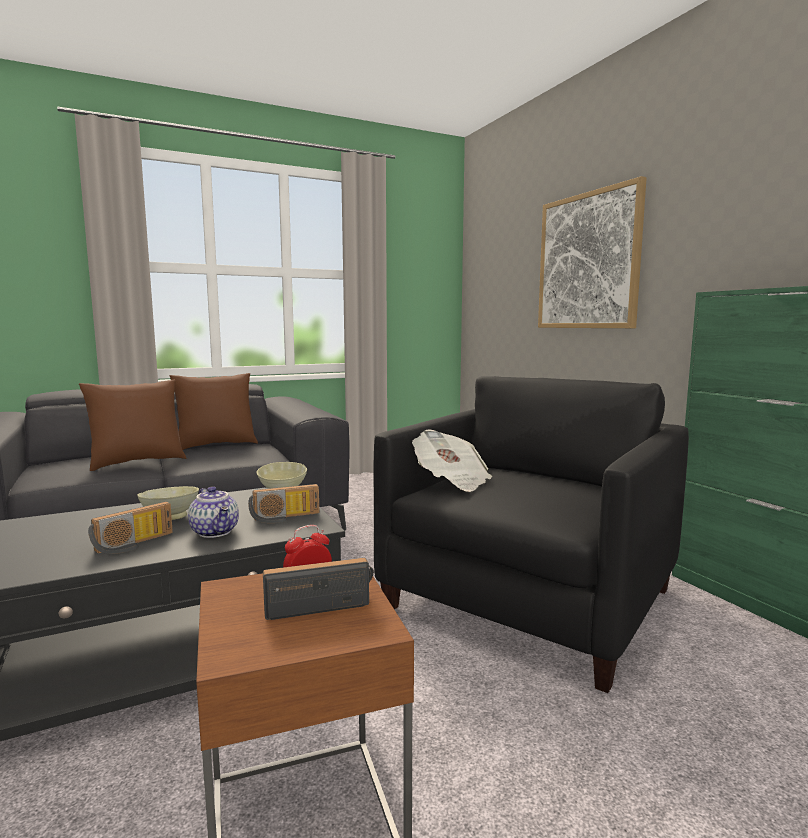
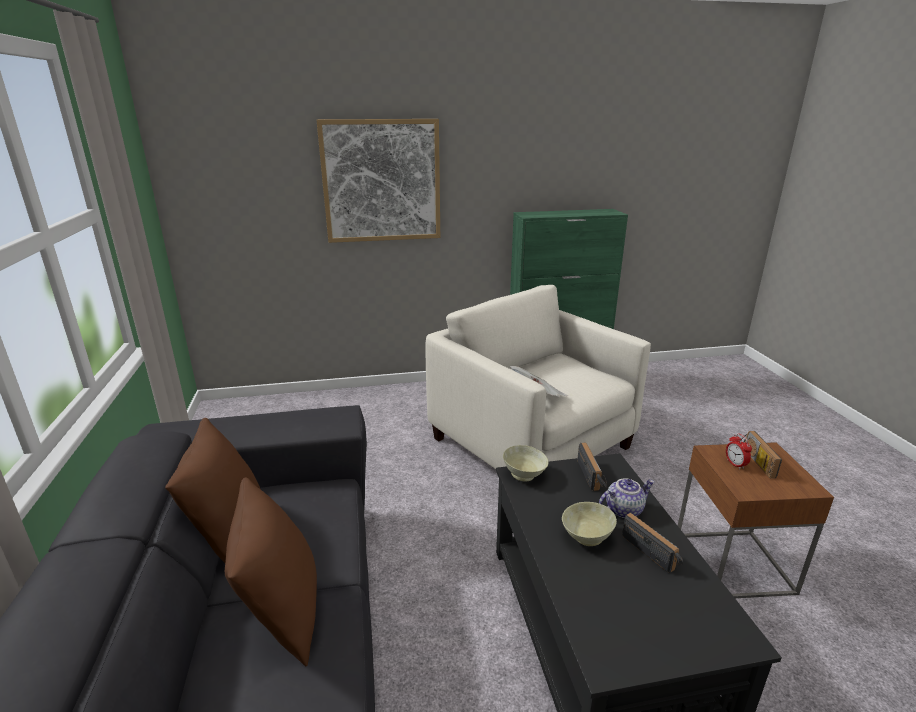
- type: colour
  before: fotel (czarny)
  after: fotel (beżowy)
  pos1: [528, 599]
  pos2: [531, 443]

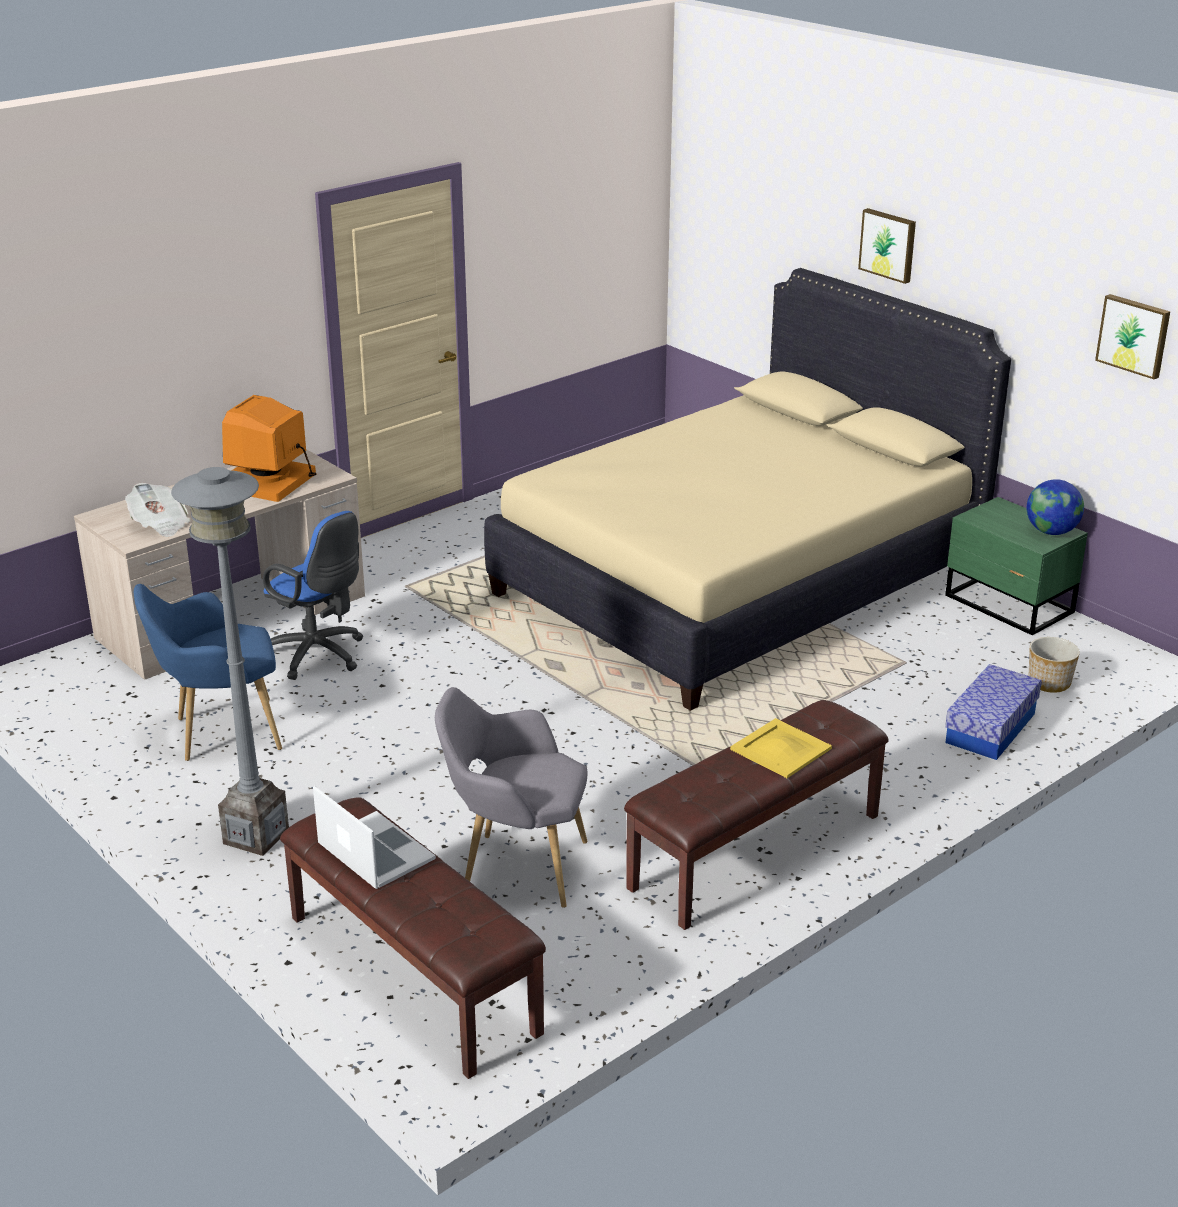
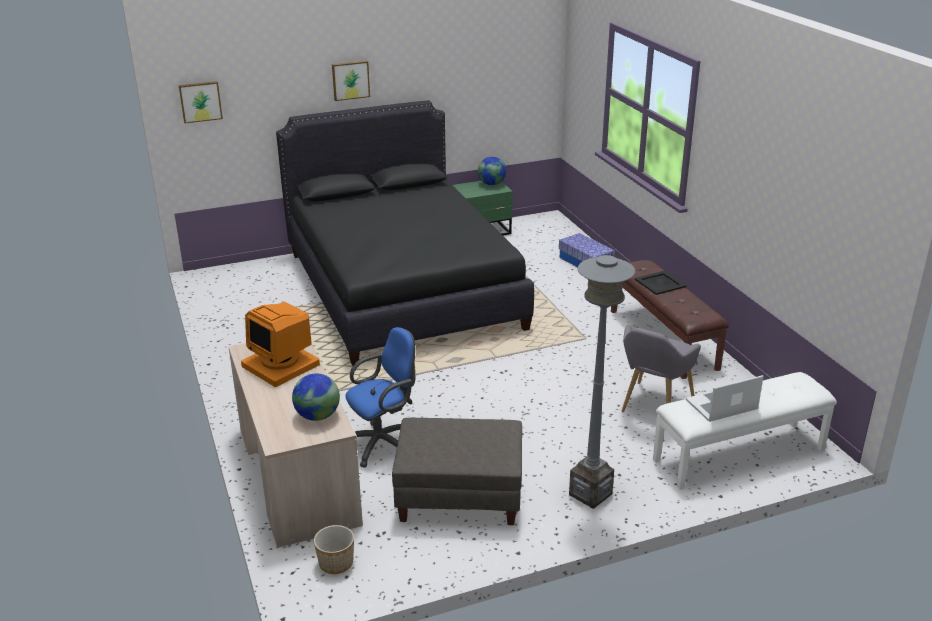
- type: relocated
  before: obraz
  pos1: [1134, 335]
  pos2: [200, 101]
- type: colour
  before: łóżko (beżowy)
  after: łóżko (czarny)
  pos1: [736, 582]
  pos2: [402, 290]
- type: exchanged
  before: gazeta
  after: globus
  pos1: [160, 524]
  pos2: [317, 416]
- type: relocated
  before: donica
  pos1: [1050, 683]
  pos2: [336, 563]
- type: exchanged
  before: fotel (niebieski)
  after: pufa (szary)
  pos1: [220, 733]
  pos2: [459, 496]
- type: colour
  before: taca (żółty)
  after: taca (czarny)
  pos1: [782, 749]
  pos2: [660, 283]
- type: colour
  before: ławka (brązowy)
  after: ławka (biały)
  pos1: [410, 974]
  pos2: [739, 455]

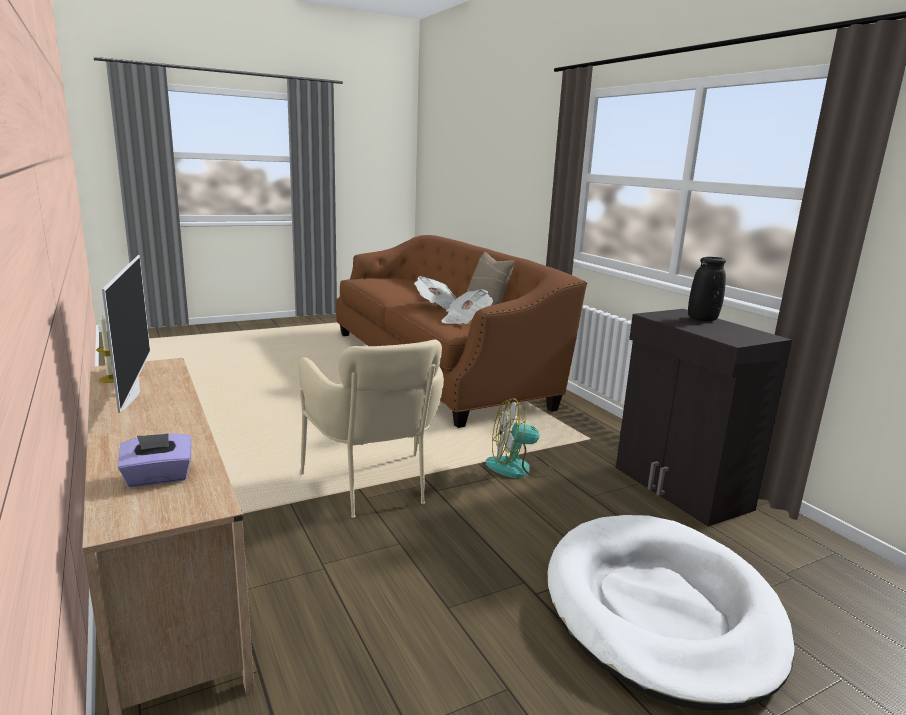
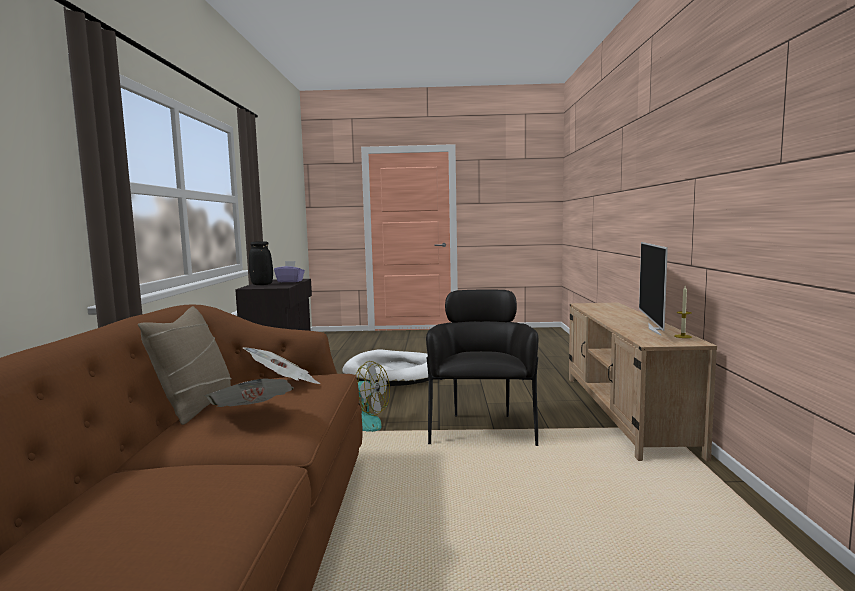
- type: relocated
  before: pudełko chusteczek (fioletowy)
  pos1: [158, 478]
  pos2: [290, 281]
- type: colour
  before: fotel (beżowy)
  after: fotel (czarny)
  pos1: [375, 489]
  pos2: [482, 428]

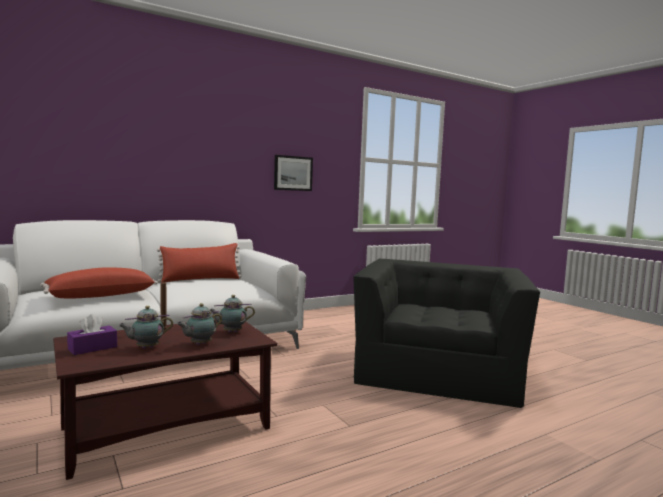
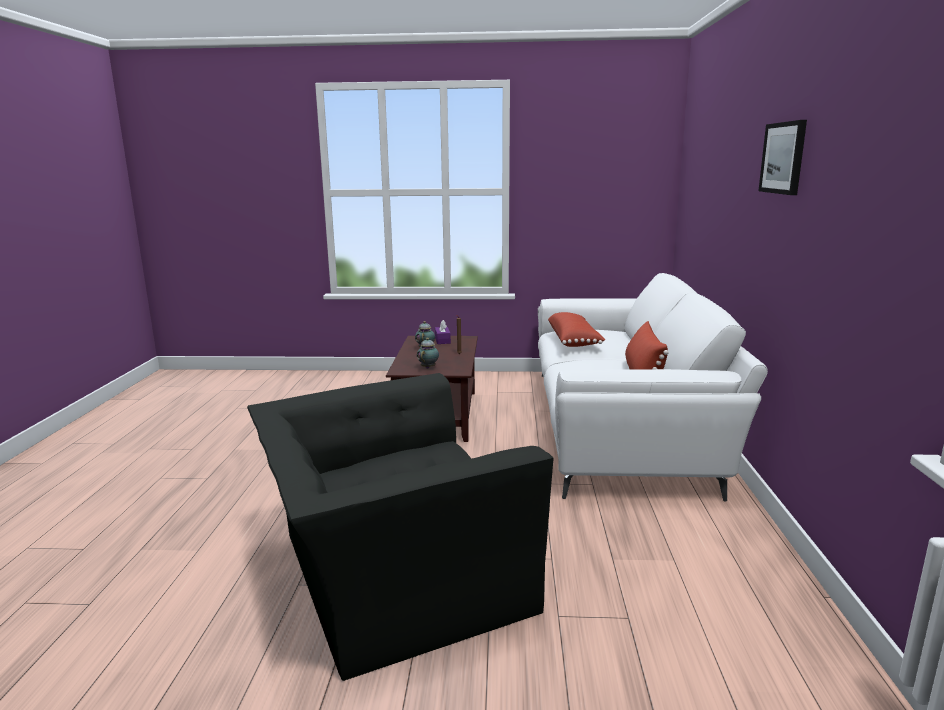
- type: spun
  before: fotel (czarny)
  pos1: [438, 368]
  pos2: [391, 574]
  turn: 105
- type: relocated
  before: obraz
  pos1: [293, 173]
  pos2: [783, 158]
- type: missing
  before: imbryk
  pos1: [199, 344]

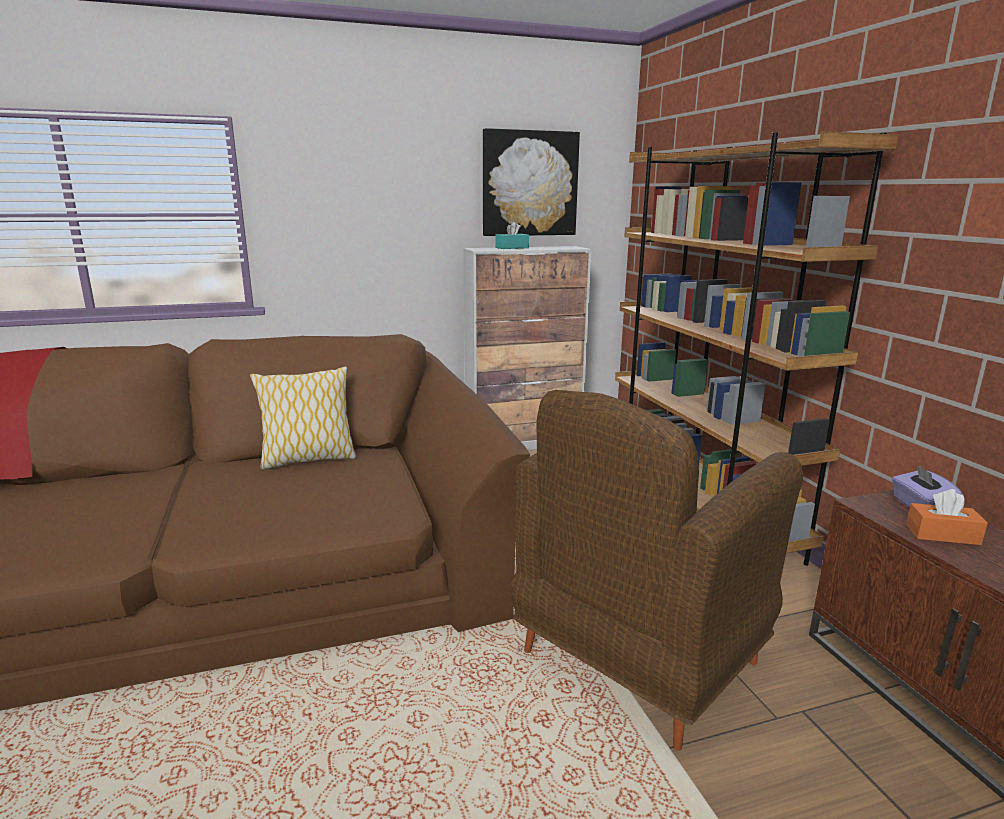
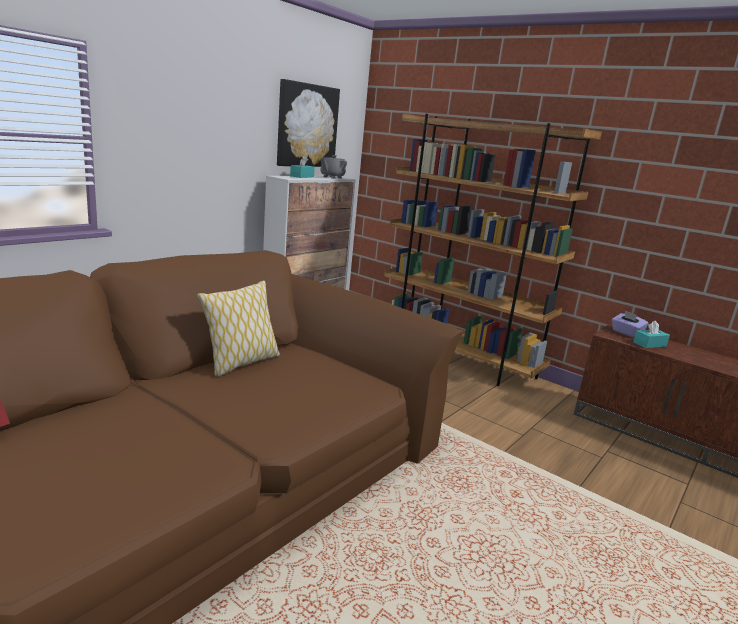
- type: appeared
  after: imbryk (szary)
  pos2: [332, 177]
- type: colour
  before: pudełko chusteczek (pomarańczowy)
  after: pudełko chusteczek (turkusowy)
  pos1: [942, 534]
  pos2: [649, 344]
- type: missing
  before: fotel (brązowy)
  pos1: [636, 660]

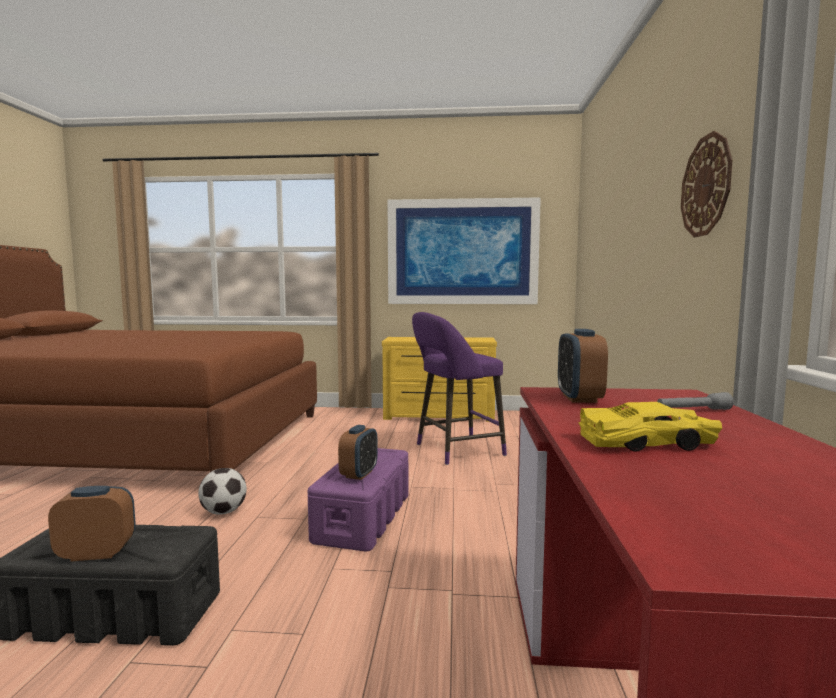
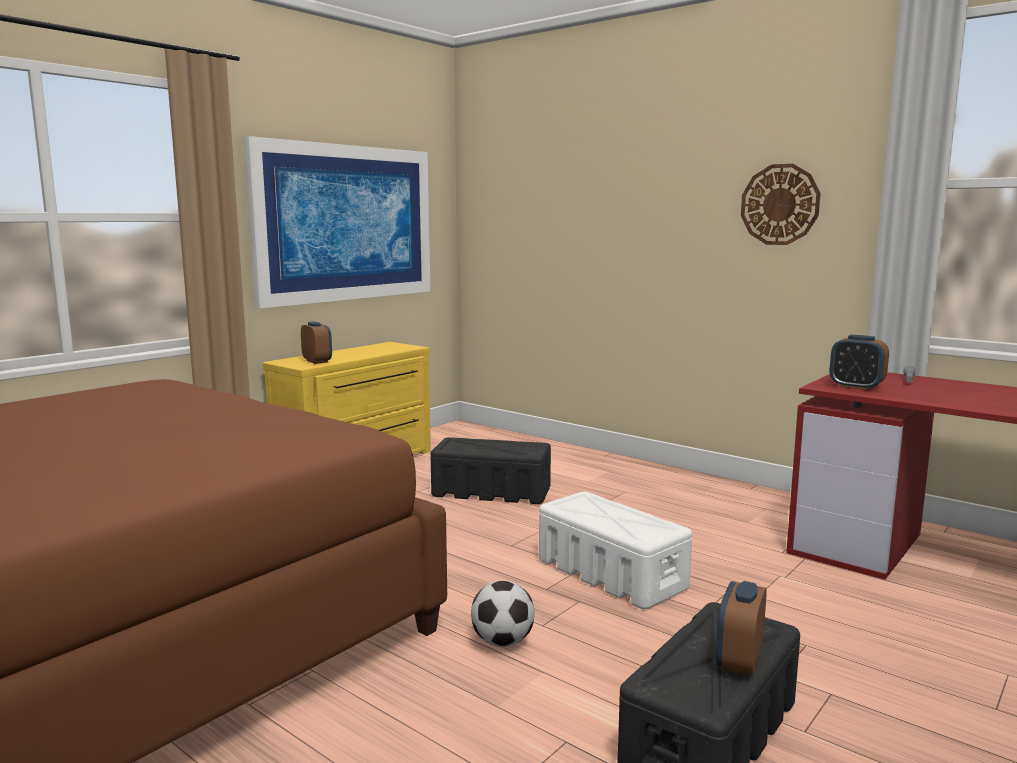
- type: relocated
  before: budzik
  pos1: [359, 474]
  pos2: [317, 361]
- type: exchanged
  before: stołek (fioletowy)
  after: pojemnik do przechowywania (czarny)
  pos1: [455, 451]
  pos2: [490, 491]
- type: colour
  before: pojemnik do przechowywania (fioletowy)
  after: pojemnik do przechowywania (biały)
  pos1: [363, 517]
  pos2: [610, 573]
- type: missing
  before: samochodzik (żółty)
  pos1: [647, 443]

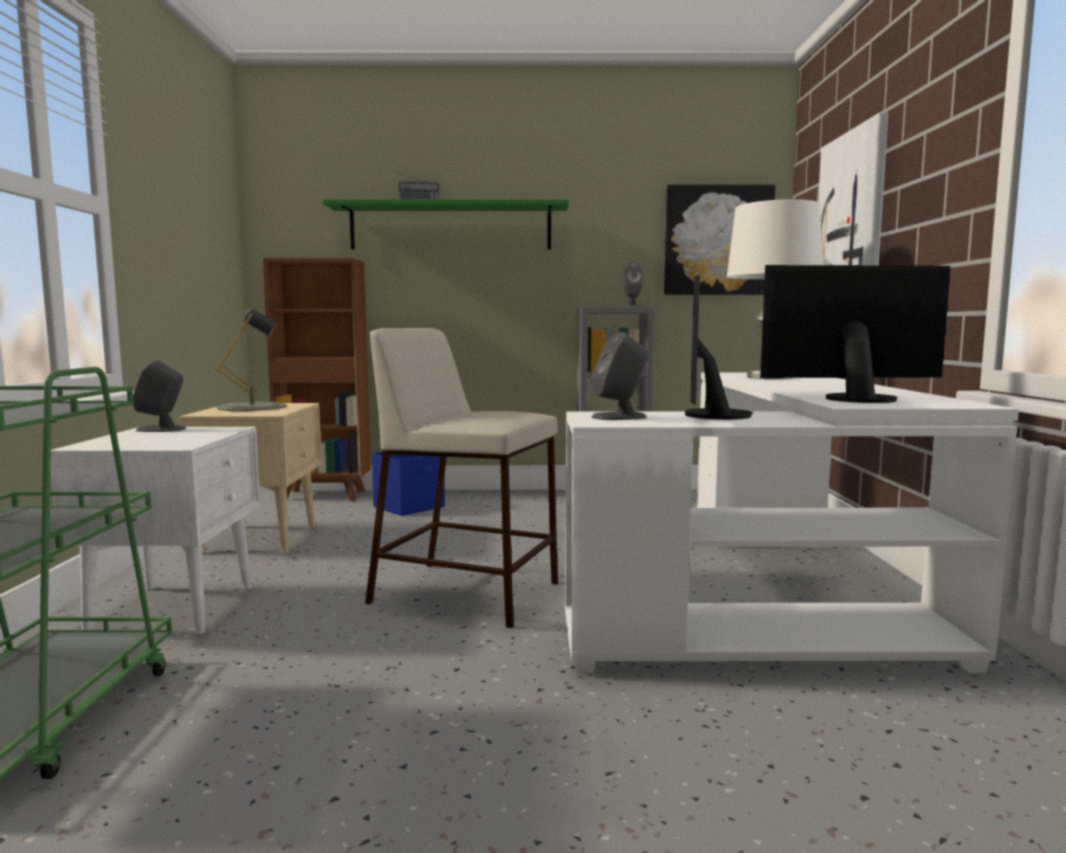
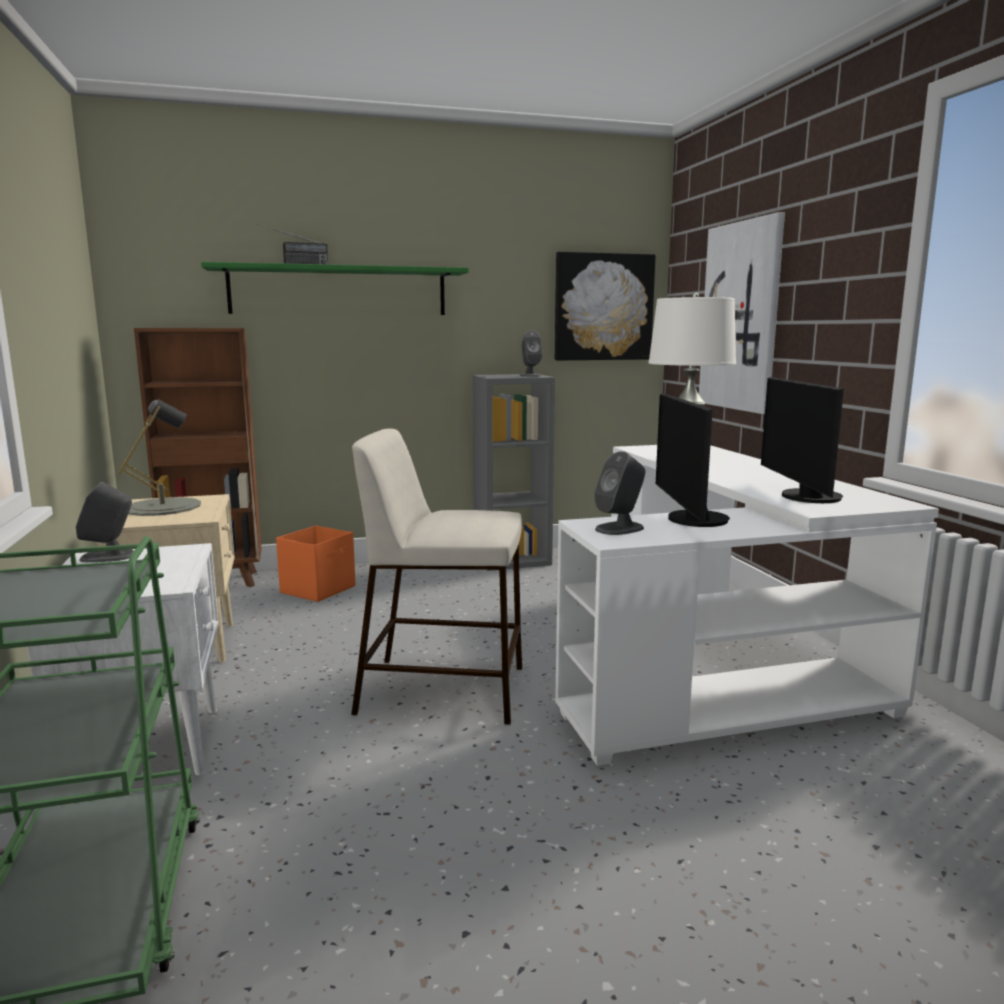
- type: colour
  before: pojemnik do przechowywania (niebieski)
  after: pojemnik do przechowywania (pomarańczowy)
  pos1: [410, 507]
  pos2: [319, 589]
- type: spun
  before: monitor
  pos1: [856, 398]
  pos2: [804, 497]
  turn: -75

